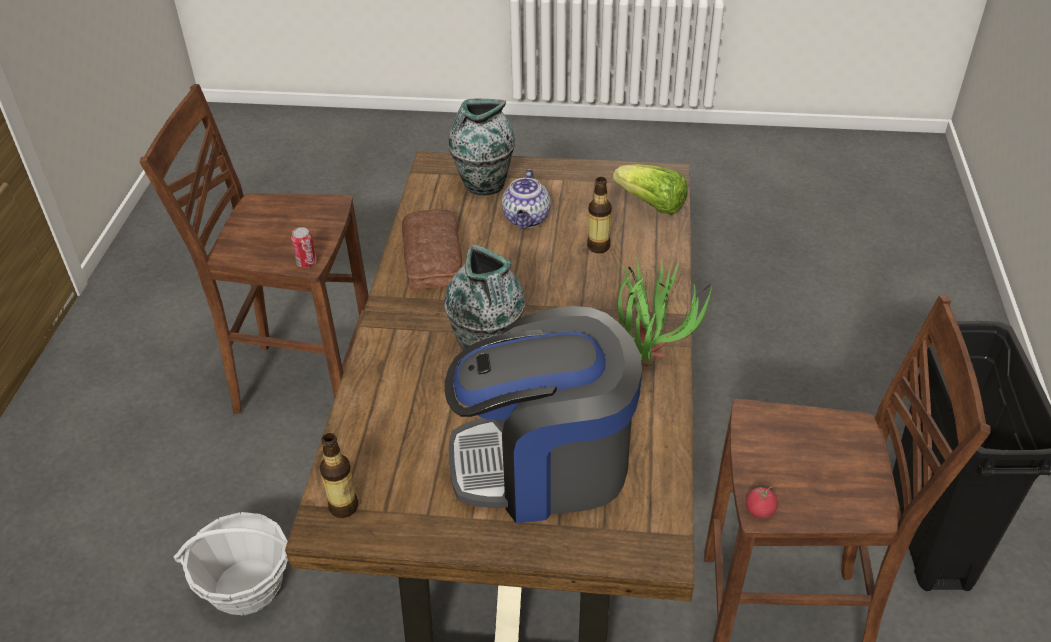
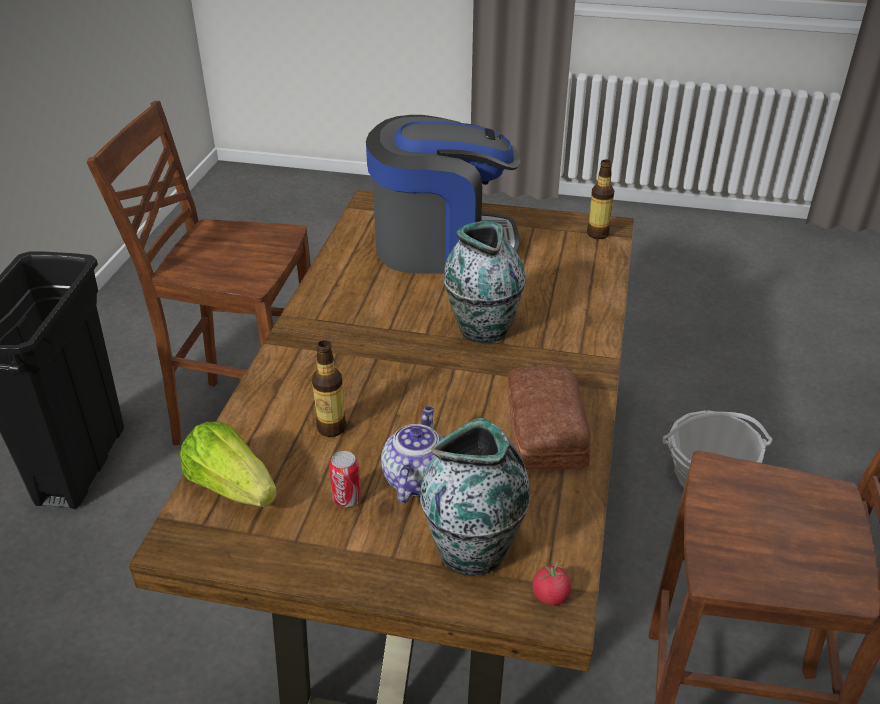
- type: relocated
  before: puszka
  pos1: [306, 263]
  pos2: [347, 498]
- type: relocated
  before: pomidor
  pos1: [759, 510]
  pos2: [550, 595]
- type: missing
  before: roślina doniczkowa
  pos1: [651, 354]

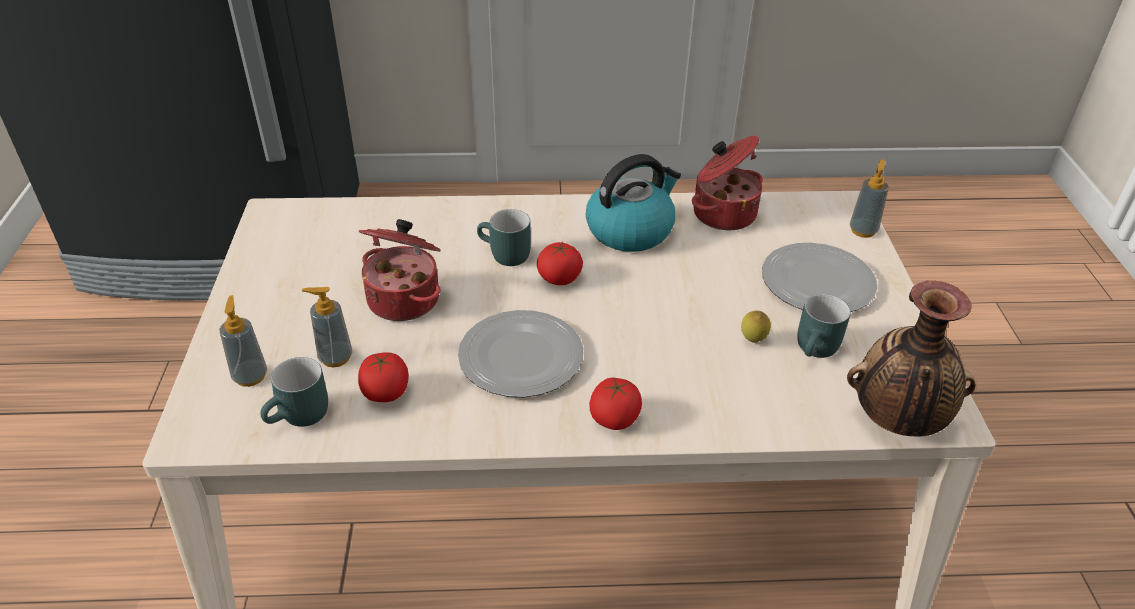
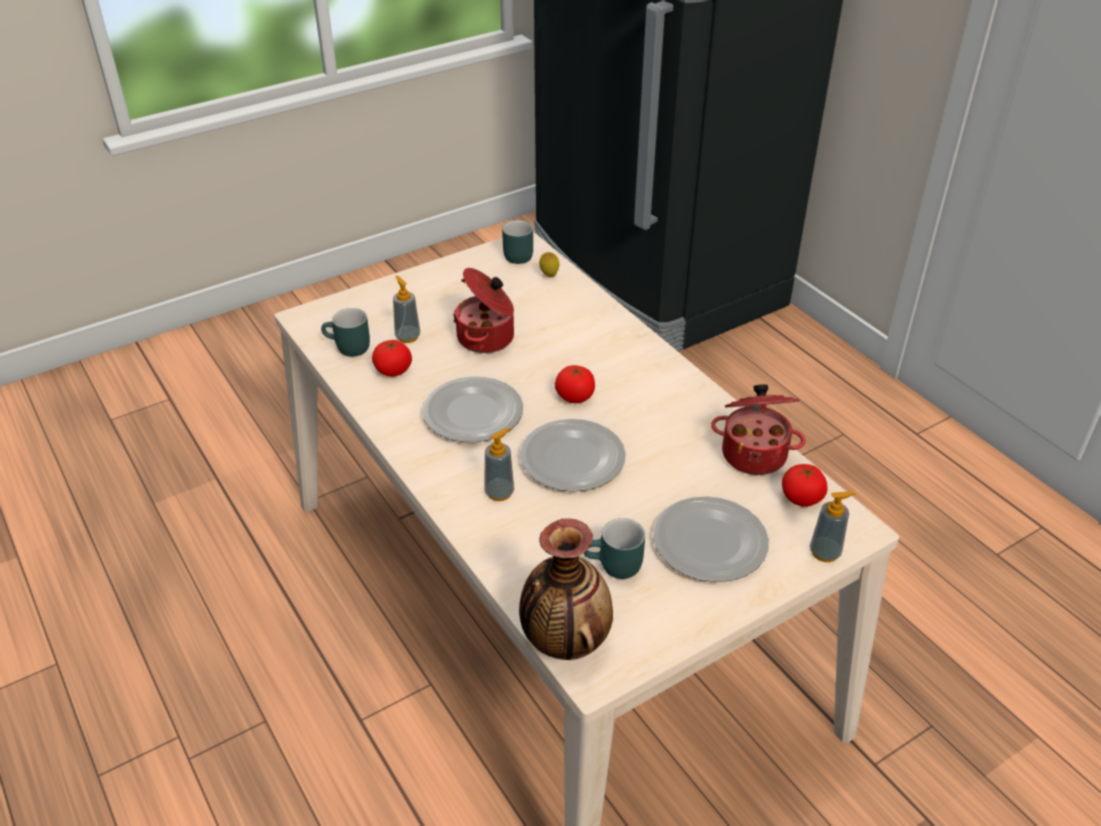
- type: relocated
  before: dozownik mydła
  pos1: [250, 376]
  pos2: [499, 492]
- type: relocated
  before: kubek (turkusowy)
  pos1: [504, 256]
  pos2: [515, 254]
- type: appeared
  after: talerz
  pos2: [573, 458]
- type: relocated
  before: cytryna
  pos1: [752, 341]
  pos2: [549, 276]
- type: relocated
  before: pomidor
  pos1: [614, 419]
  pos2: [801, 498]
- type: missing
  before: czajnik
  pos1: [630, 230]

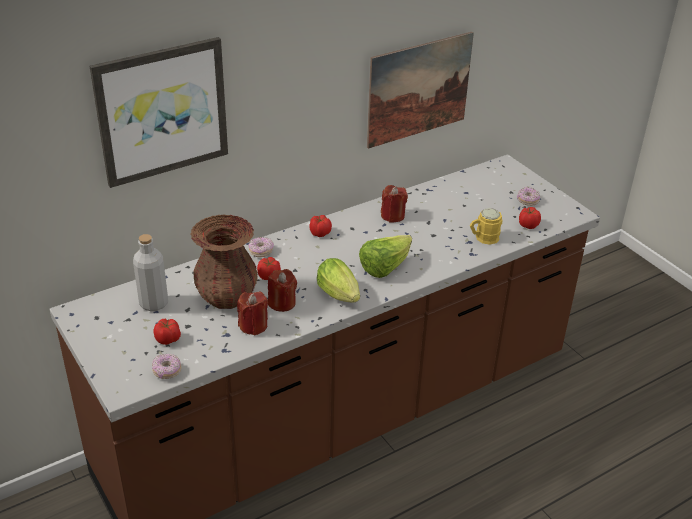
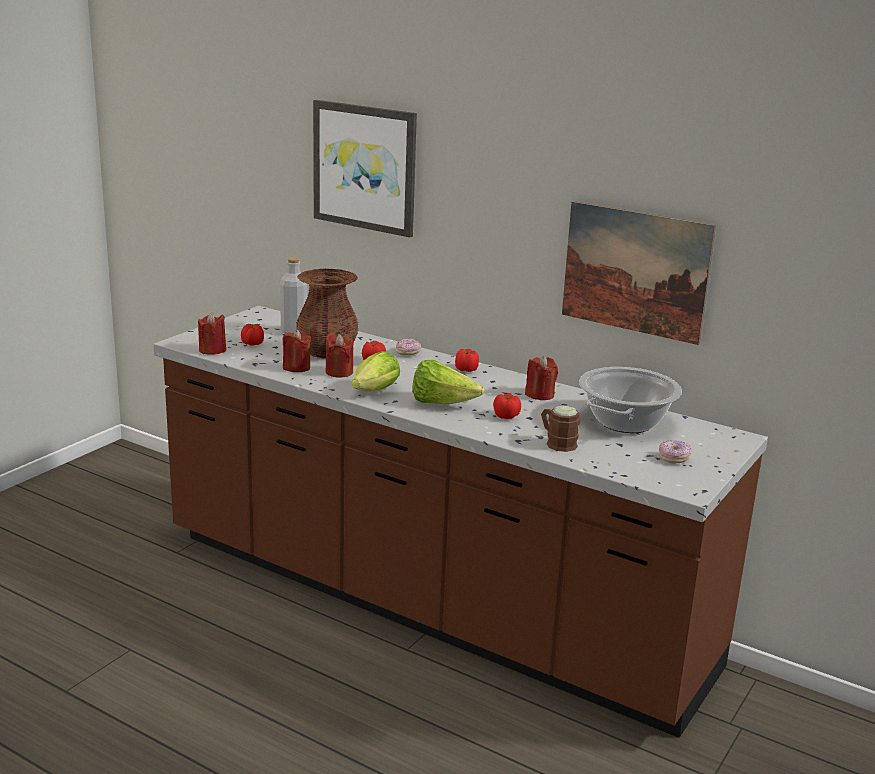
- type: exchanged
  before: donut
  after: świeca (czerwony)
  pos1: [167, 371]
  pos2: [212, 350]
- type: relocated
  before: pomidor
  pos1: [527, 225]
  pos2: [505, 416]
- type: colour
  before: kubek (żółty)
  after: kubek (brązowy)
  pos1: [483, 238]
  pos2: [557, 442]
- type: appeared
  after: garnek
  pos2: [625, 422]

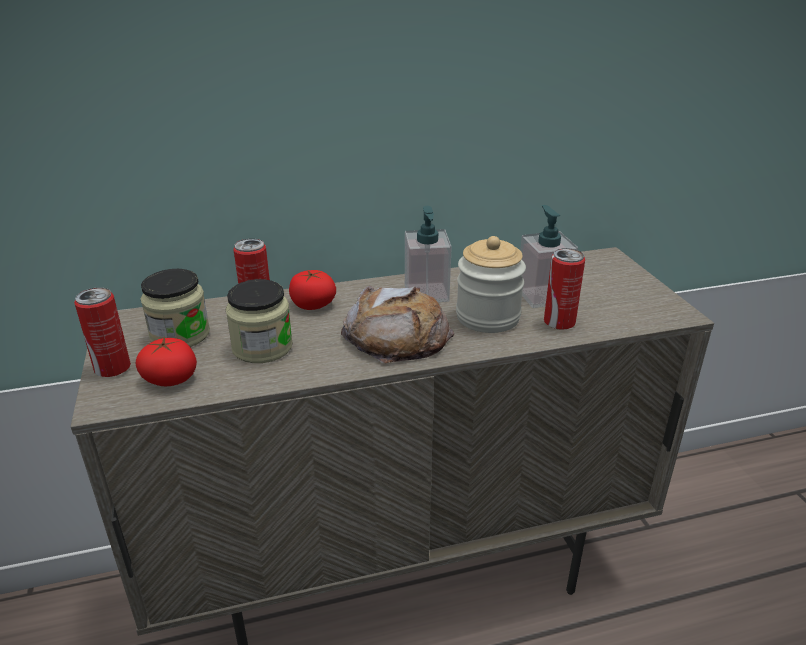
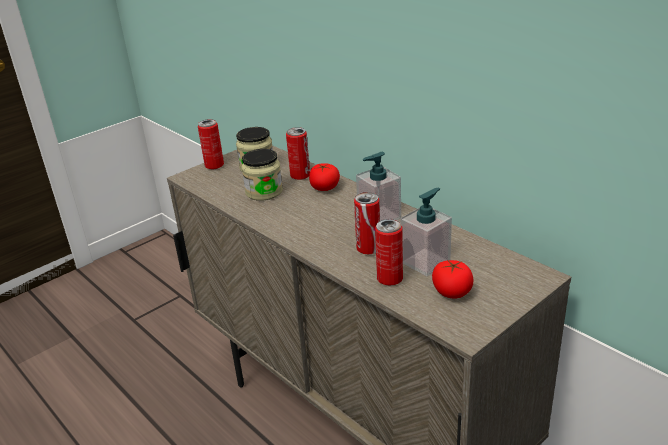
- type: exchanged
  before: słoik
  after: puszka
  pos1: [487, 317]
  pos2: [368, 249]
- type: relocated
  before: pomidor
  pos1: [170, 378]
  pos2: [452, 291]
- type: missing
  before: chleb
  pos1: [397, 335]

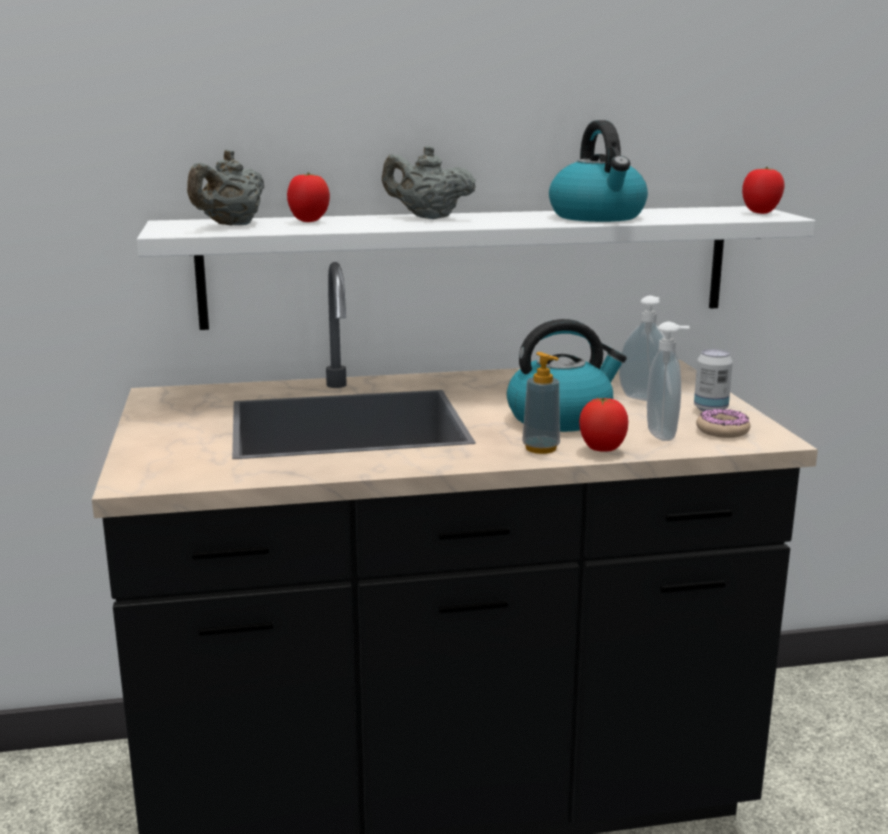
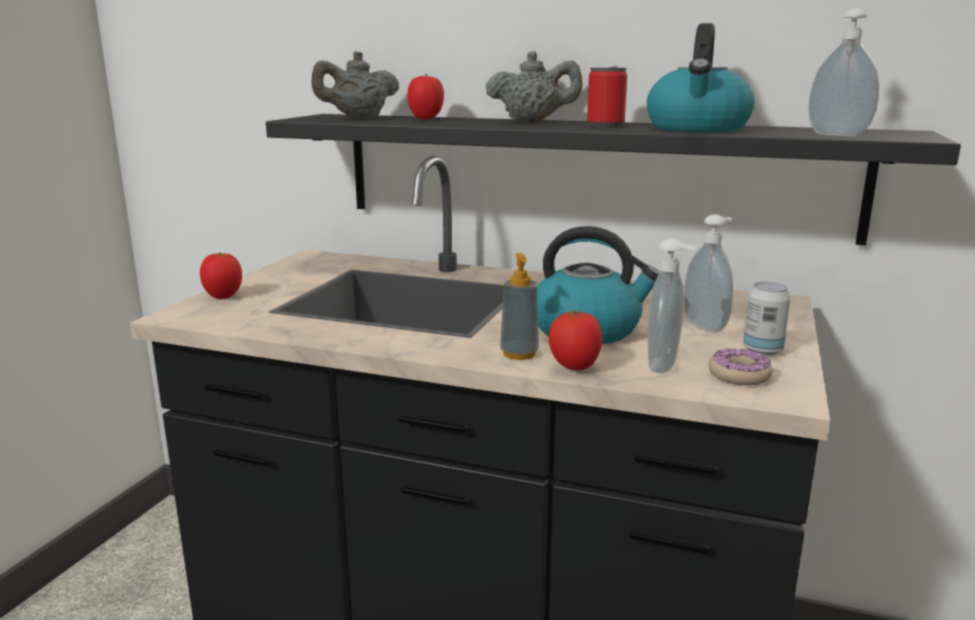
- type: relocated
  before: pomidor
  pos1: [760, 213]
  pos2: [223, 297]
- type: colour
  before: półka (biały)
  after: półka (czarny)
  pos1: [470, 266]
  pos2: [587, 173]
- type: spun
  before: imbryk (szary)
  pos1: [427, 217]
  pos2: [533, 121]
  turn: 135
- type: appeared
  after: puszka
  pos2: [605, 126]
- type: appeared
  after: dozownik mydła
  pos2: [838, 135]

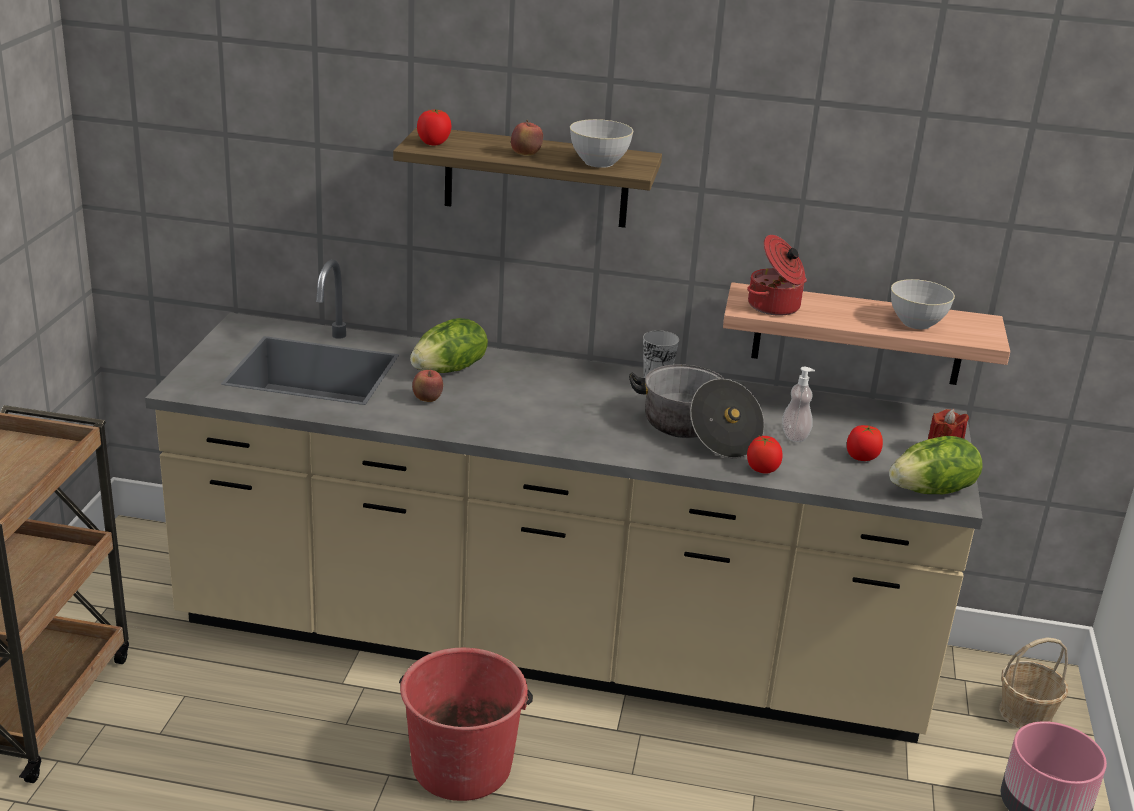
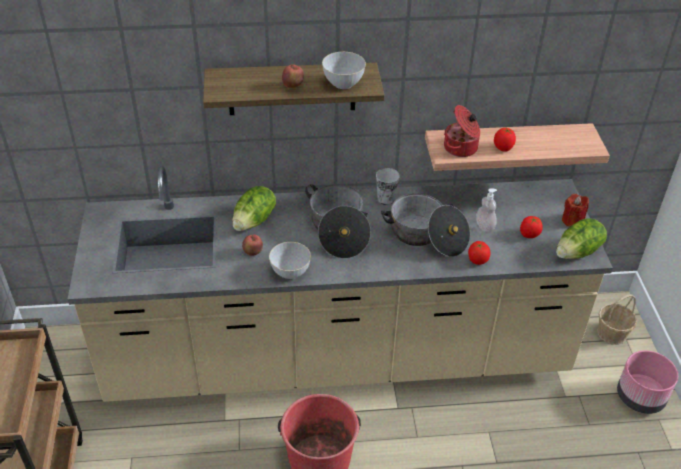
- type: relocated
  before: miska (szary)
  pos1: [916, 323]
  pos2: [290, 272]
- type: appeared
  after: garnek
  pos2: [338, 230]
- type: relocated
  before: pomidor
  pos1: [433, 143]
  pos2: [503, 148]

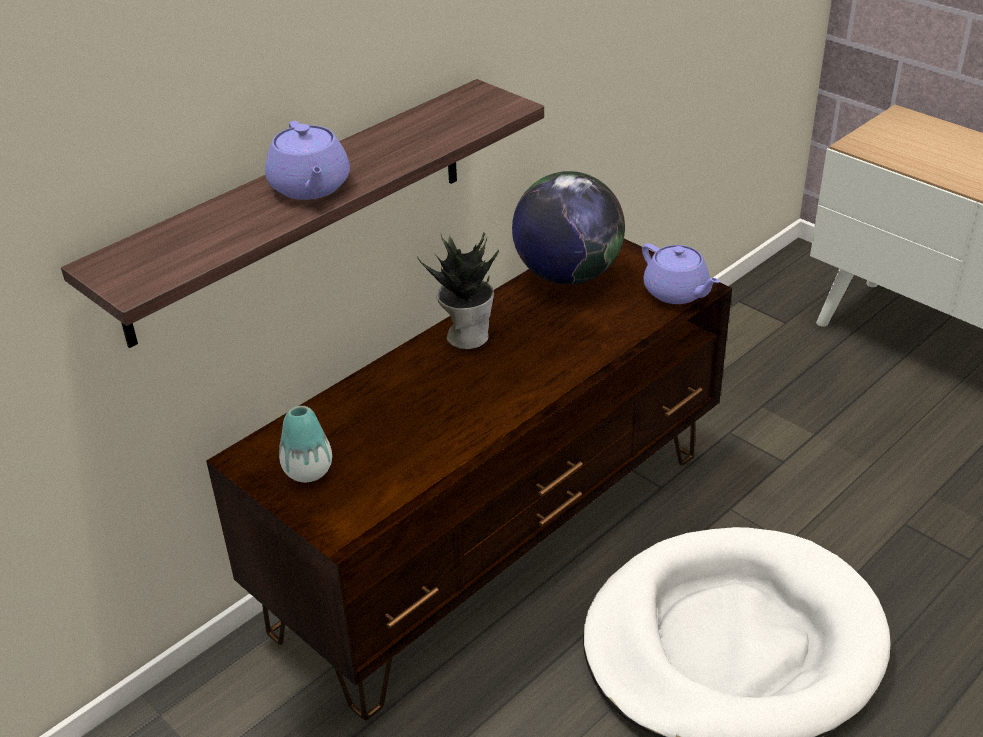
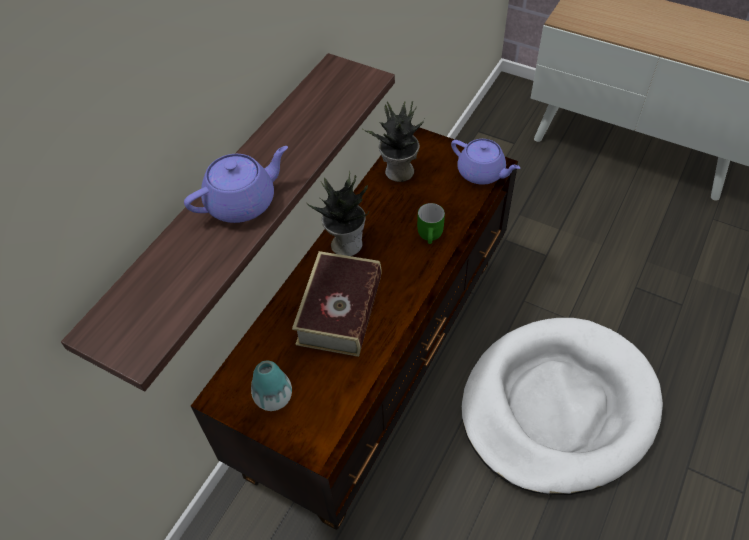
- type: spun
  before: imbryk (fioletowy)
  pos1: [310, 187]
  pos2: [243, 202]
  turn: -90
- type: appeared
  after: książka
  pos2: [340, 311]
- type: exchanged
  before: globus
  after: roślina doniczkowa
  pos1: [567, 275]
  pos2: [398, 172]
- type: appeared
  after: kubek (zielony)
  pos2: [432, 235]

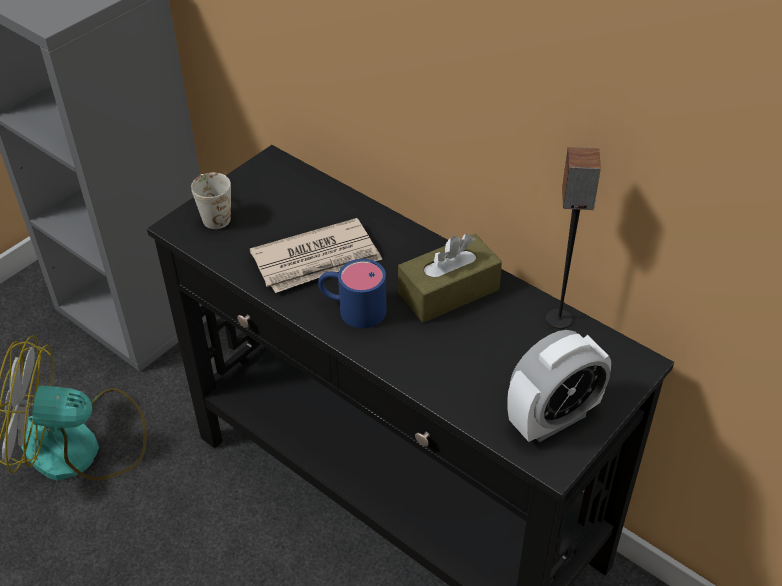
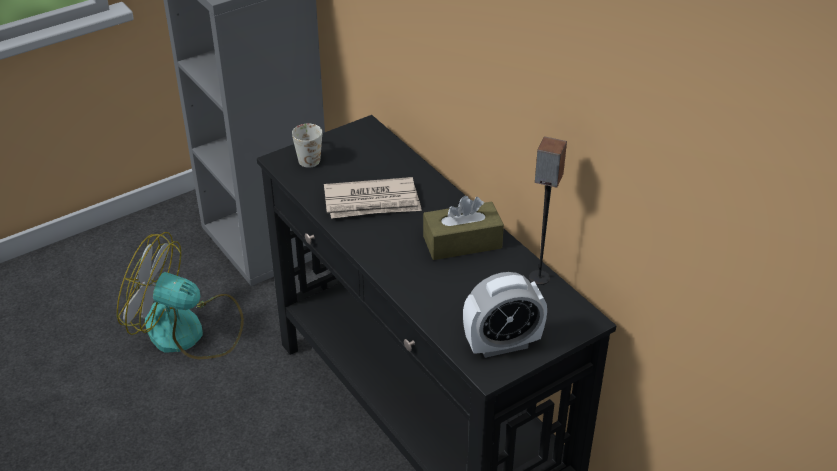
- type: missing
  before: kubek (niebieski)
  pos1: [352, 308]

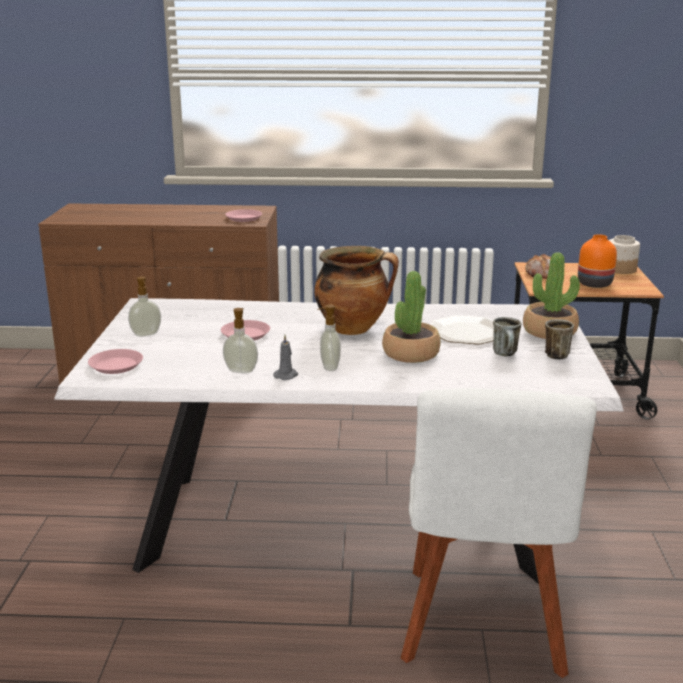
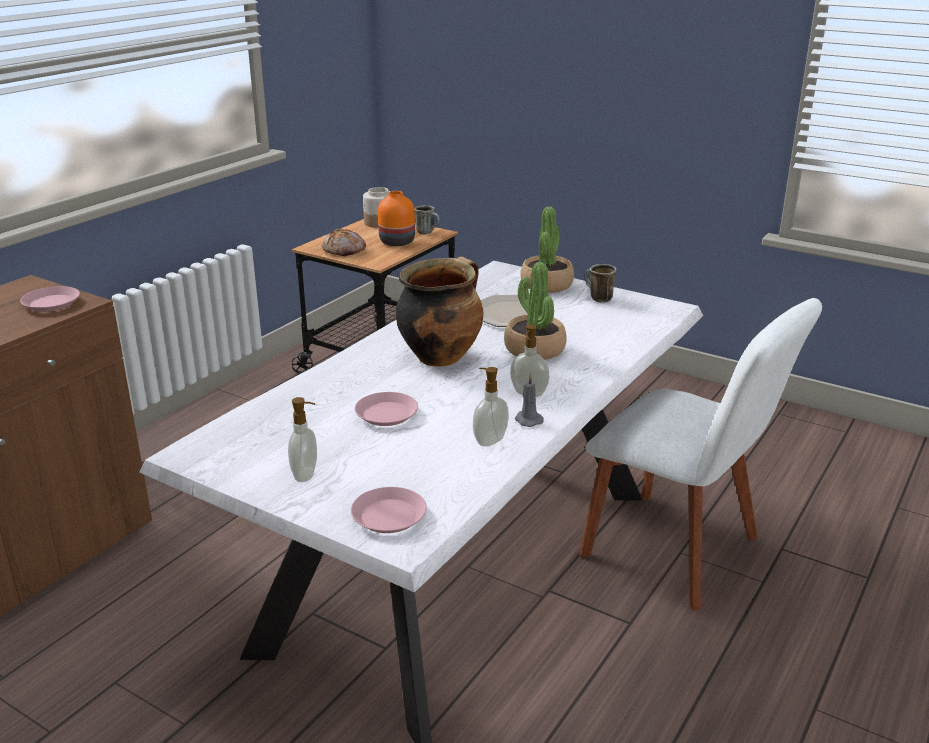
- type: relocated
  before: kubek
  pos1: [506, 355]
  pos2: [428, 232]

